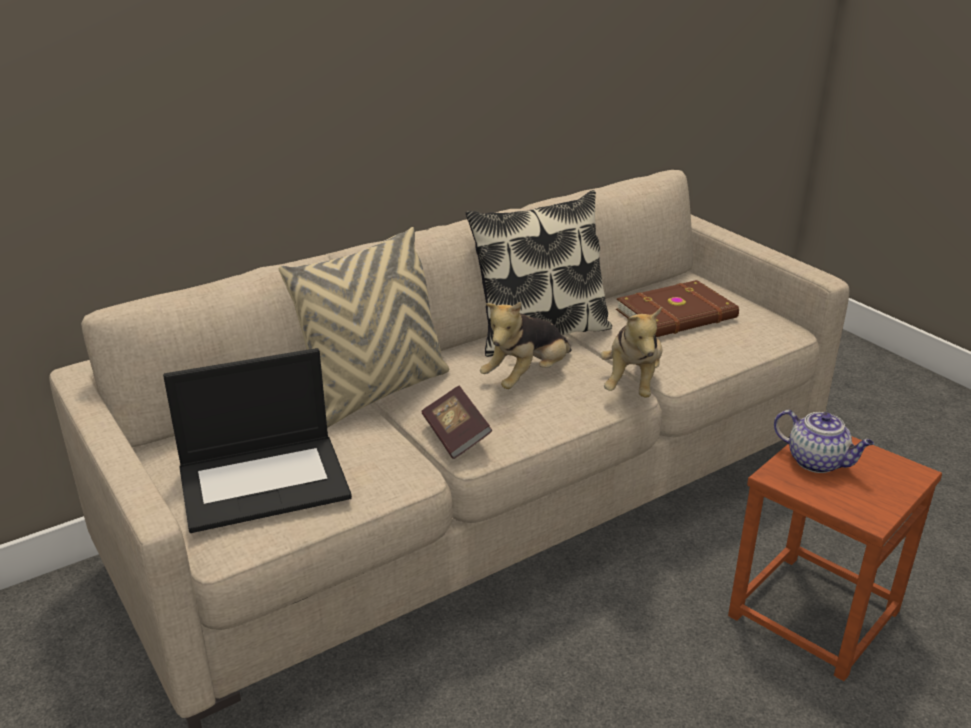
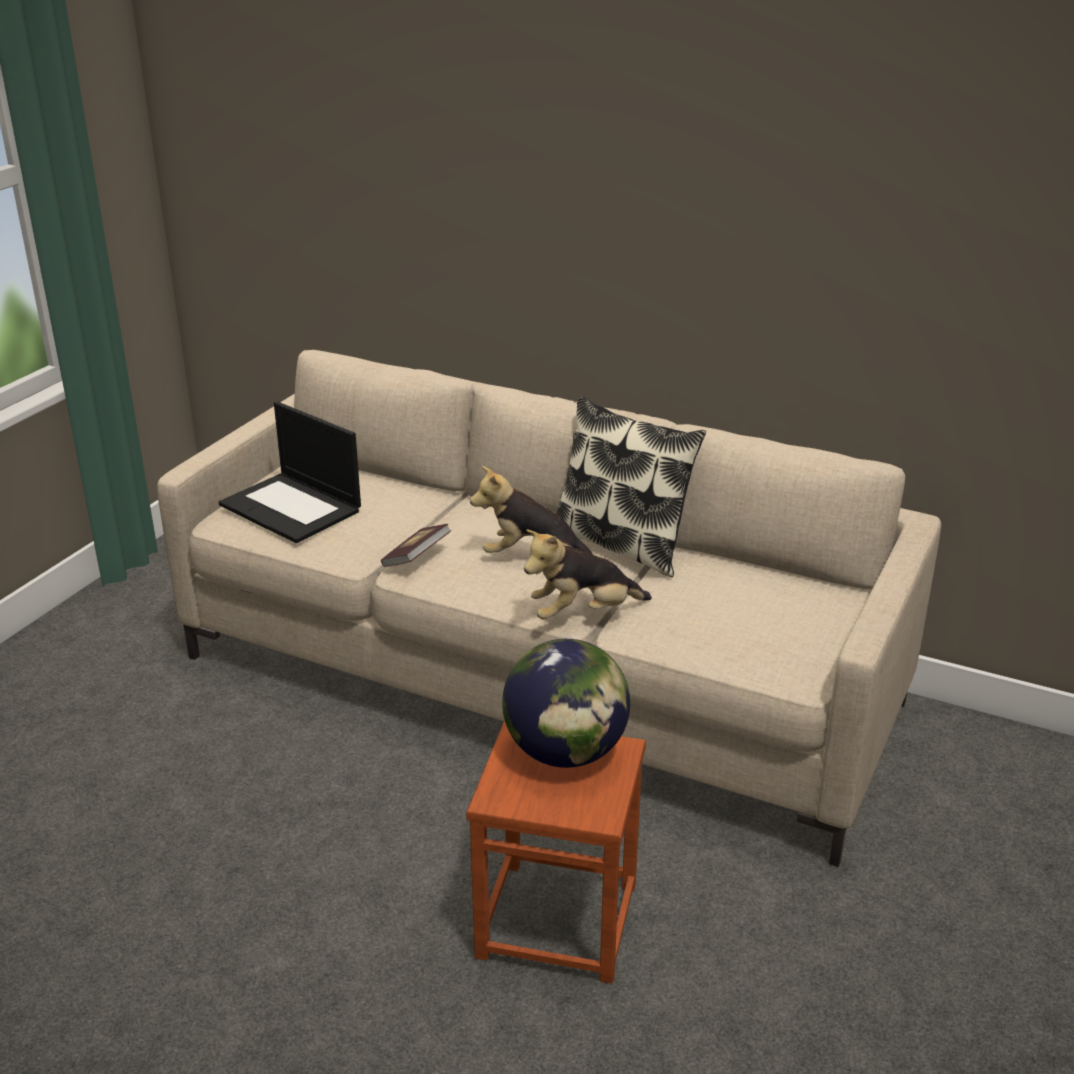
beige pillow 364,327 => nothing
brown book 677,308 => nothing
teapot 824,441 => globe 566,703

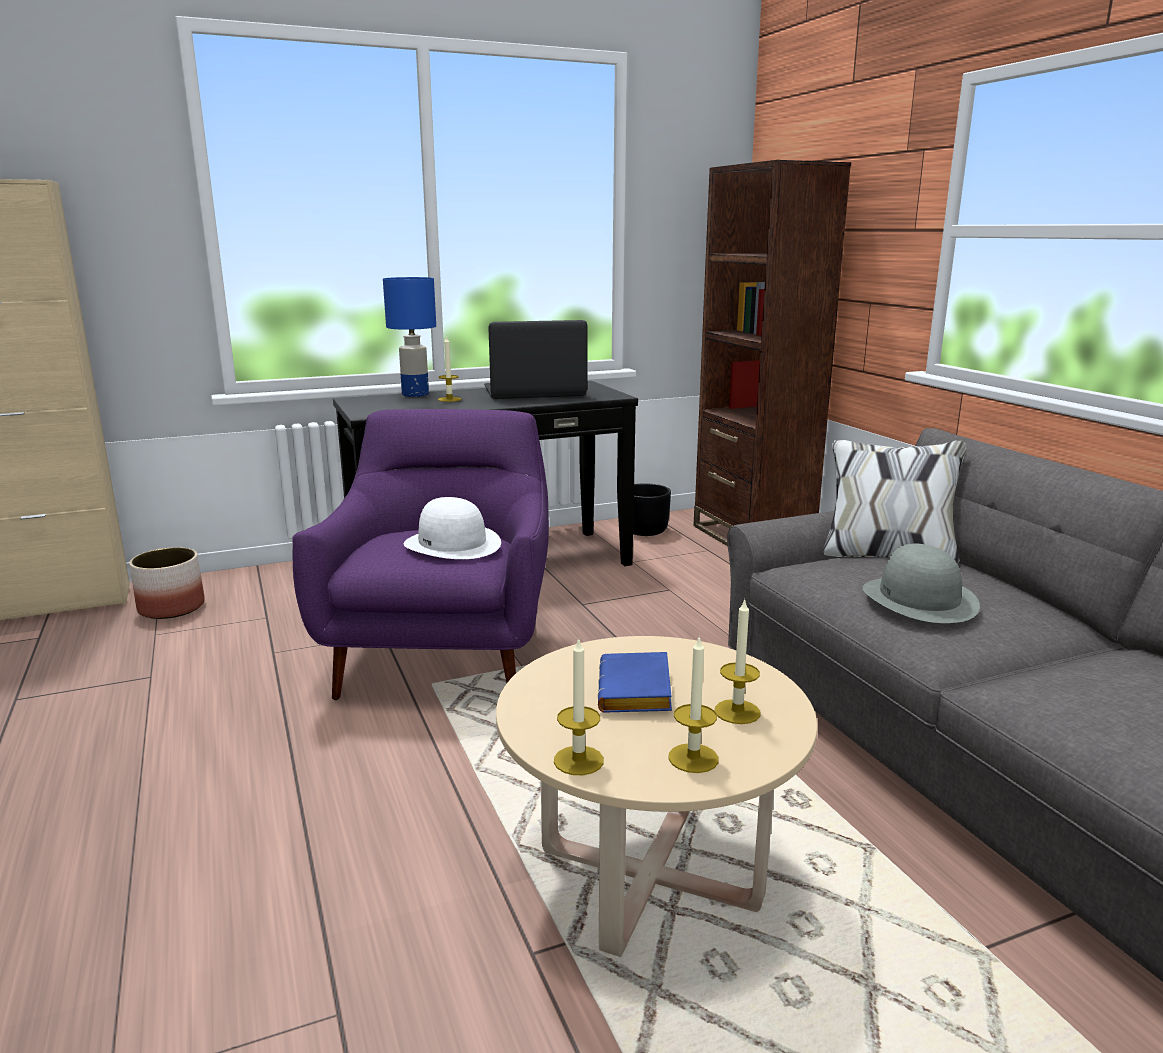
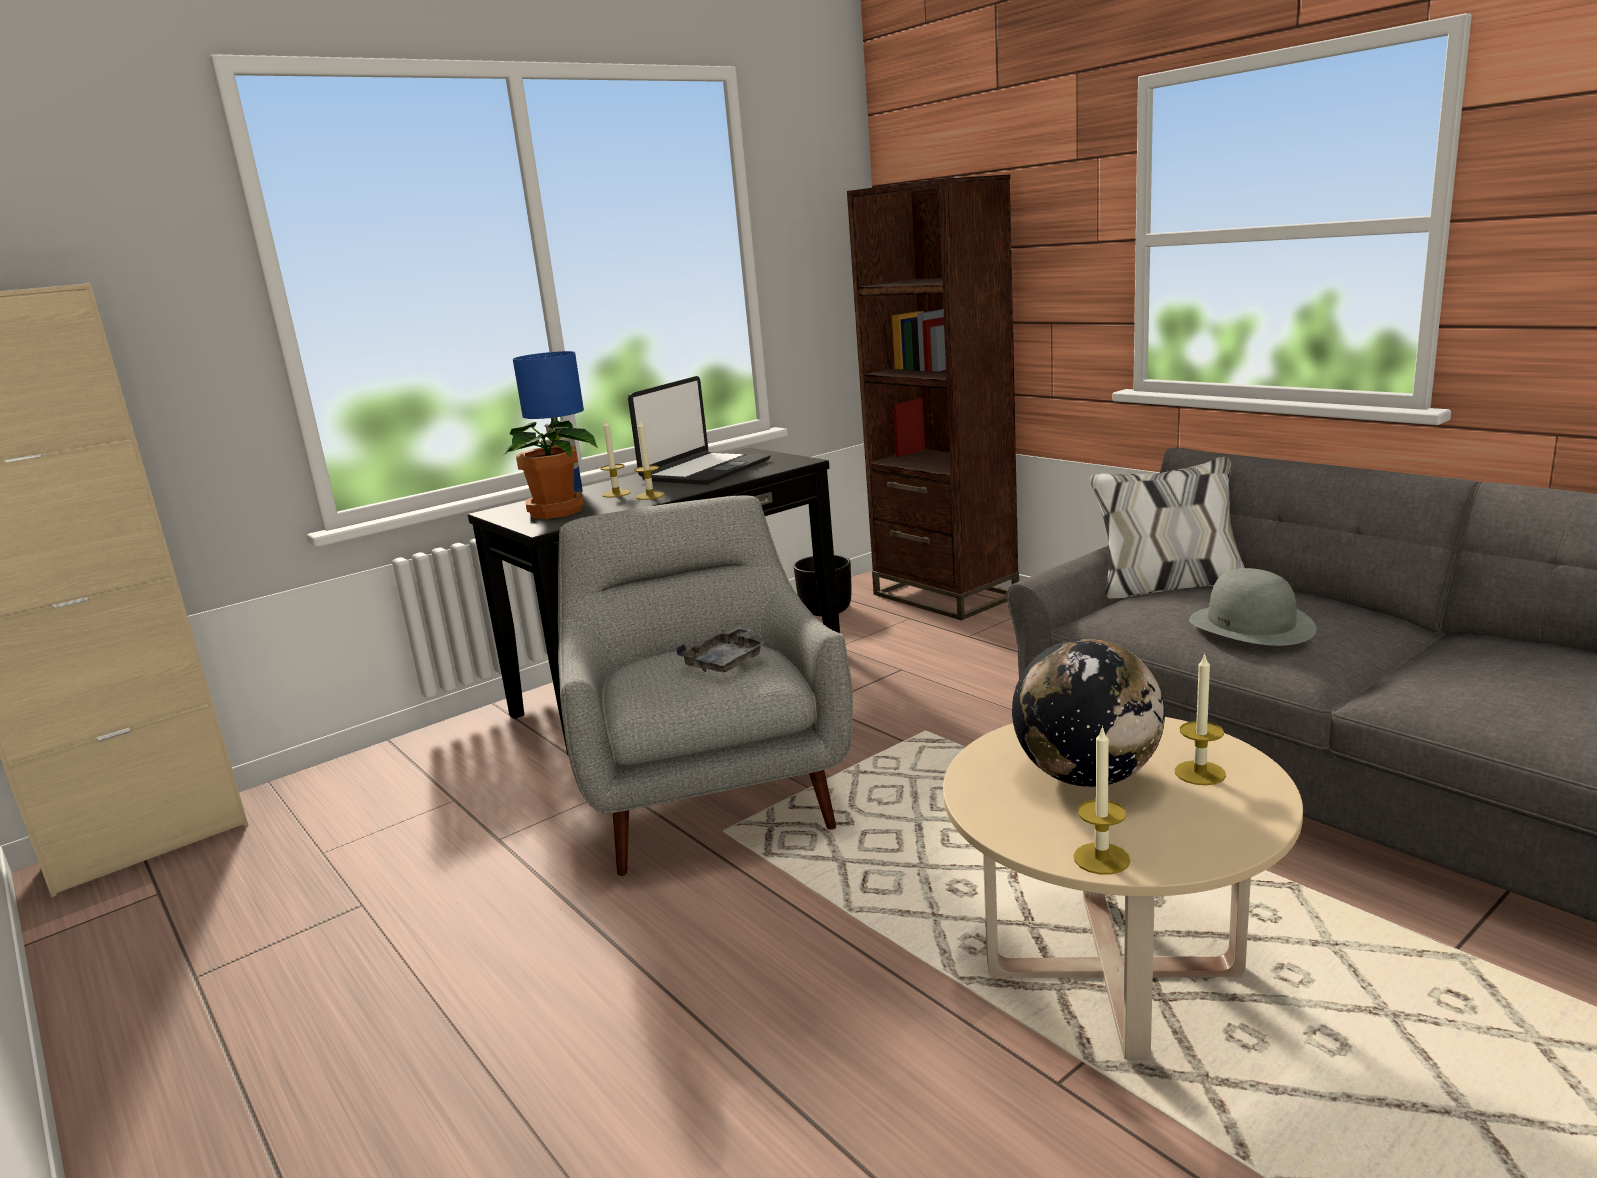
planter 167,583 => nothing
purple armchair 420,554 => grey armchair 705,686
white hat 452,528 => grey tray 722,649
laptop 536,359 => laptop 699,430, 150 degrees clockwise
blue book 635,682 => globe 1088,712
candle 693,704 => candle 649,460, relocated
nothing => potted plant 551,469

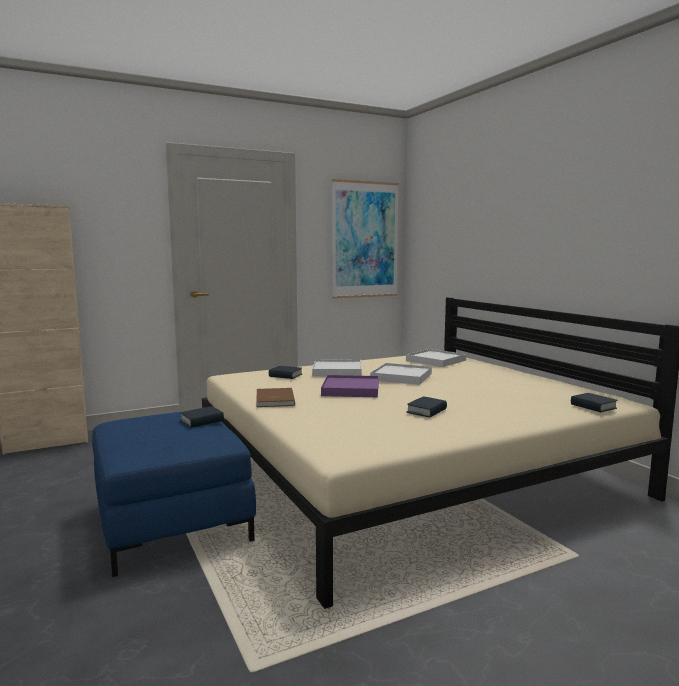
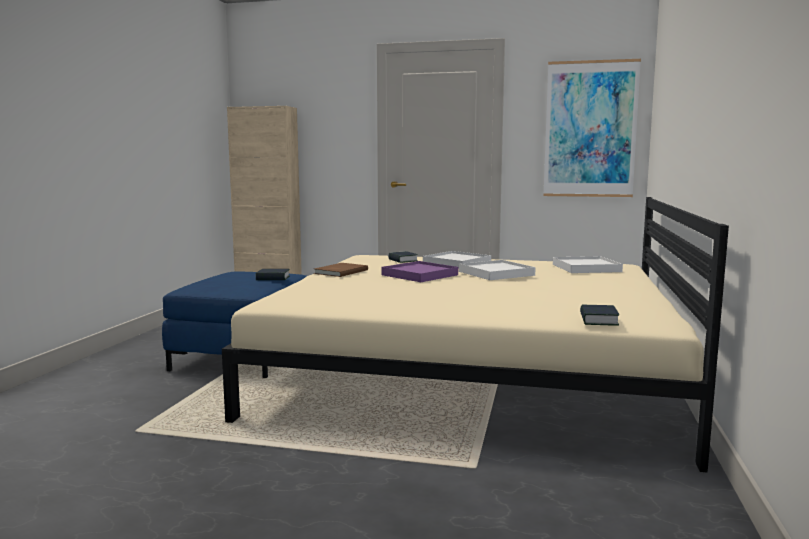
book 426,407 => nothing

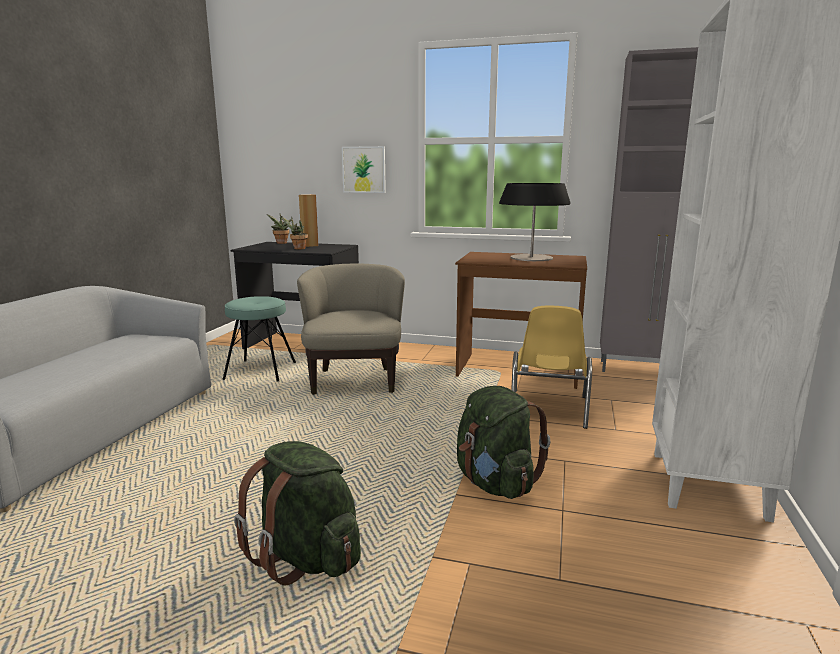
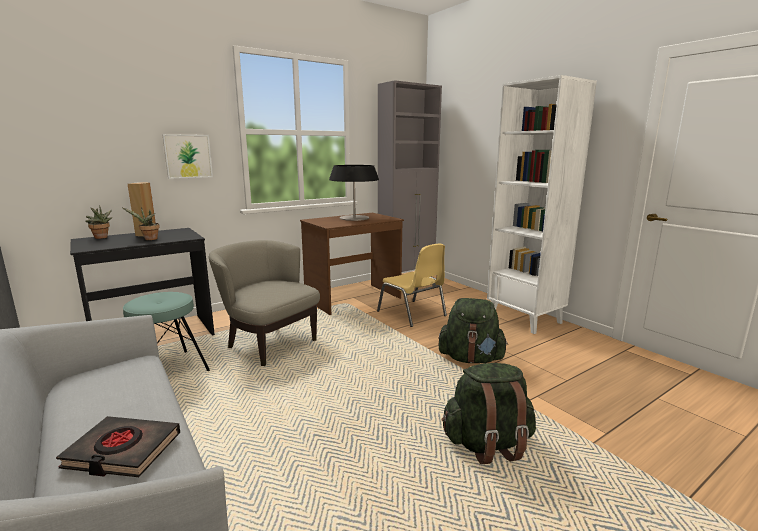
nothing => black book 118,446

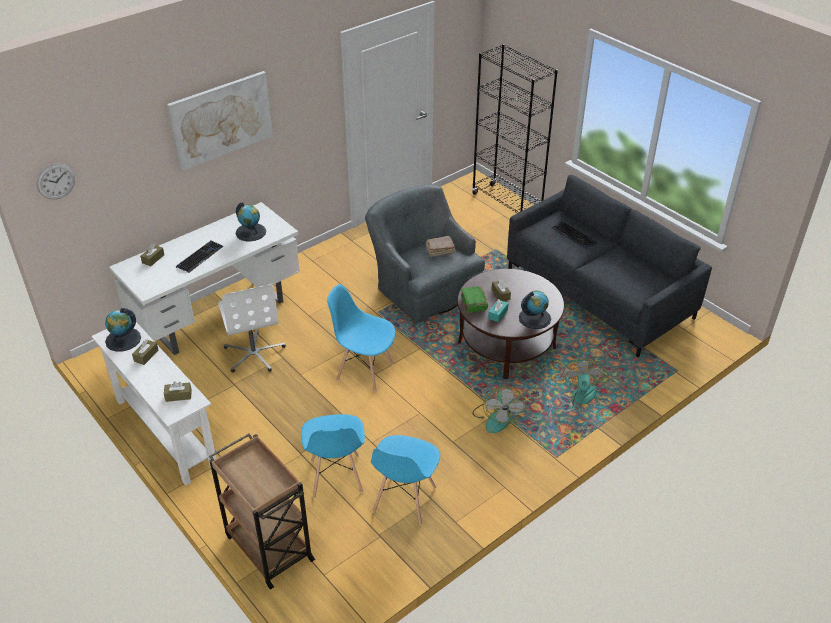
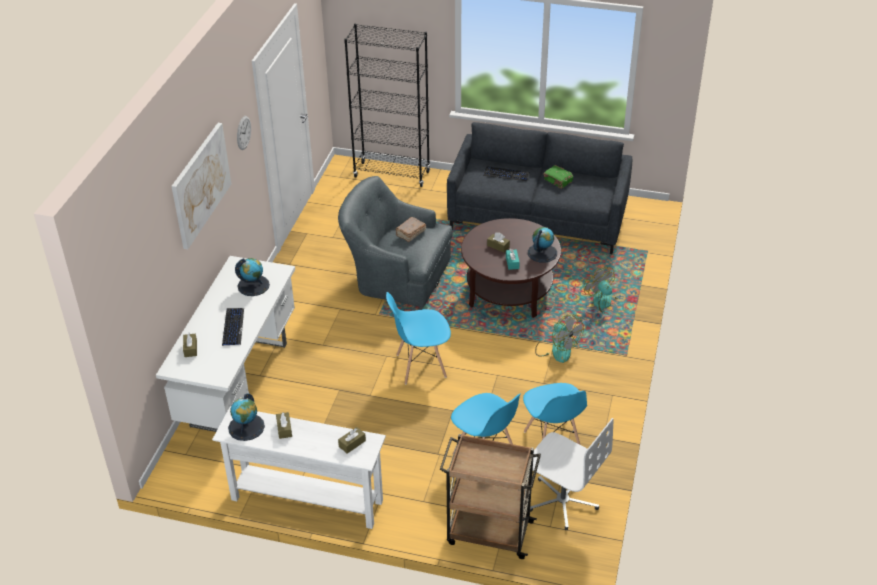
wall clock 56,181 => wall clock 244,133, relocated
white office chair 252,328 => white office chair 571,474, relocated
green book 474,299 => green book 558,177, relocated

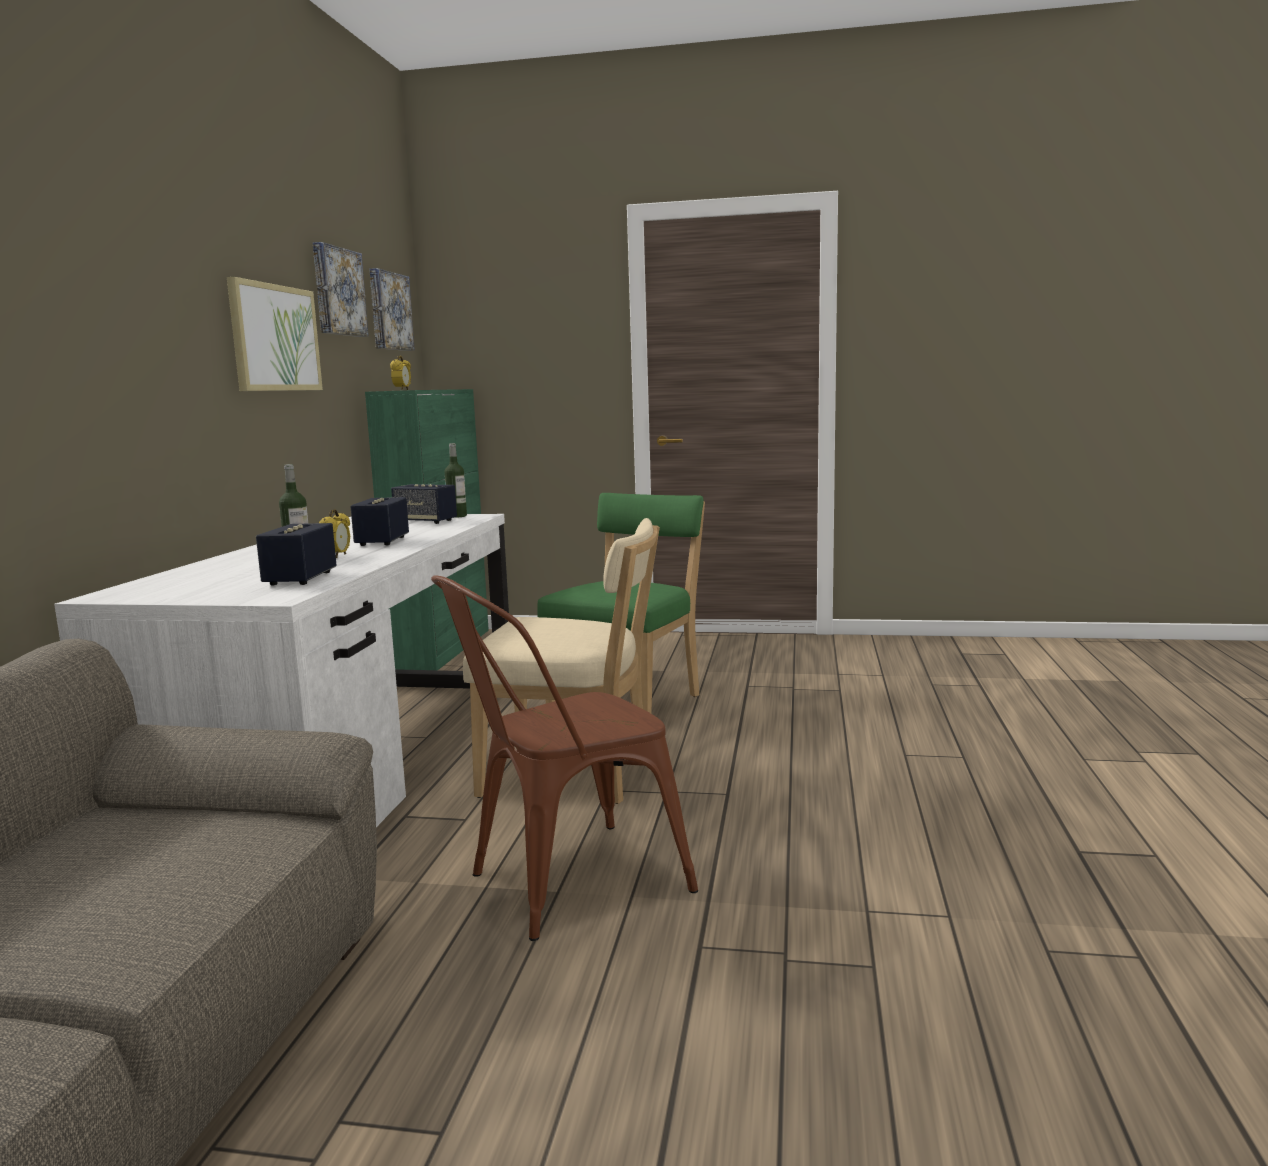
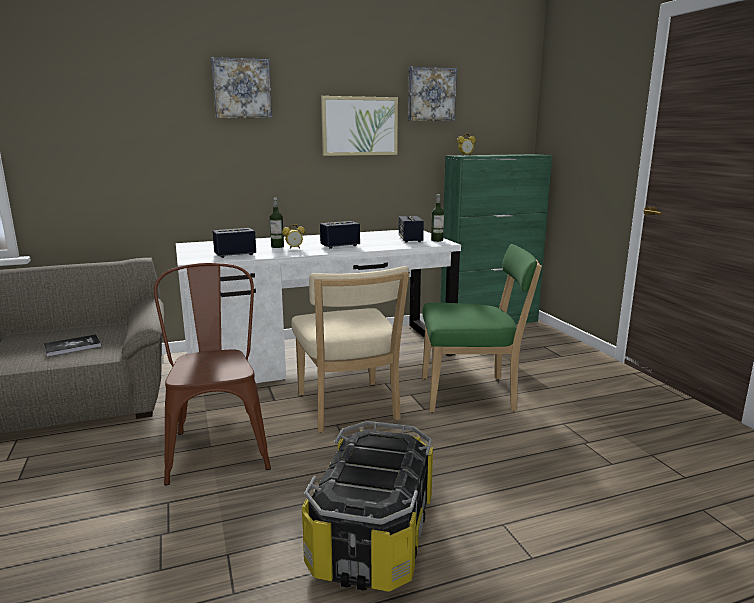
picture 392,309 => picture 241,87, relocated
brown chair 564,758 => brown chair 212,374, 45 degrees clockwise
nothing => book 73,346
nothing => storage box 367,506

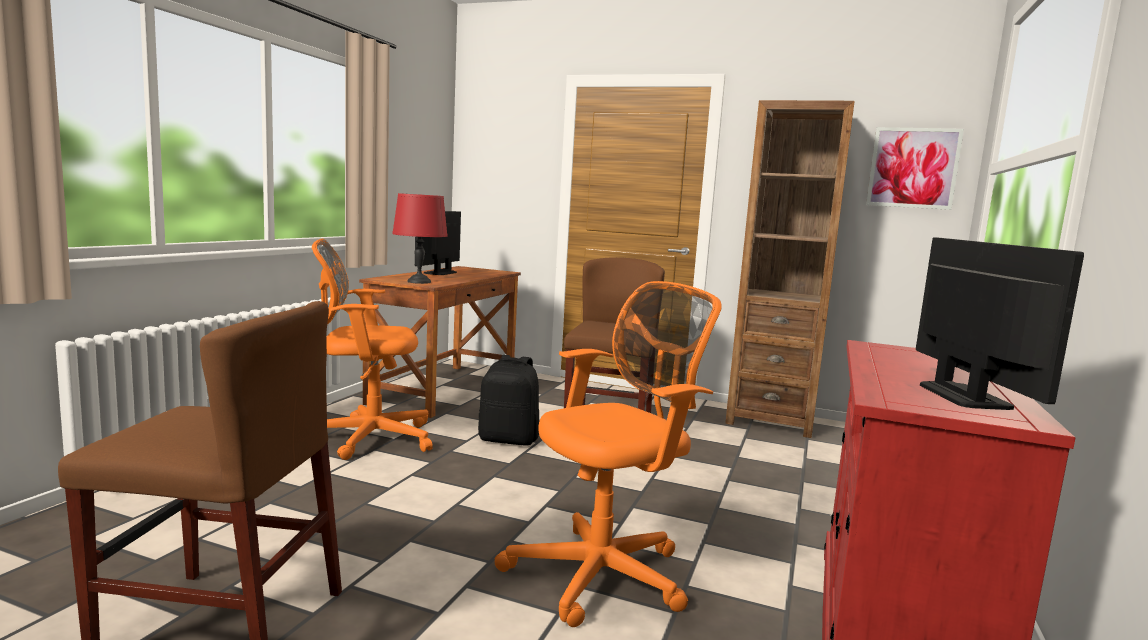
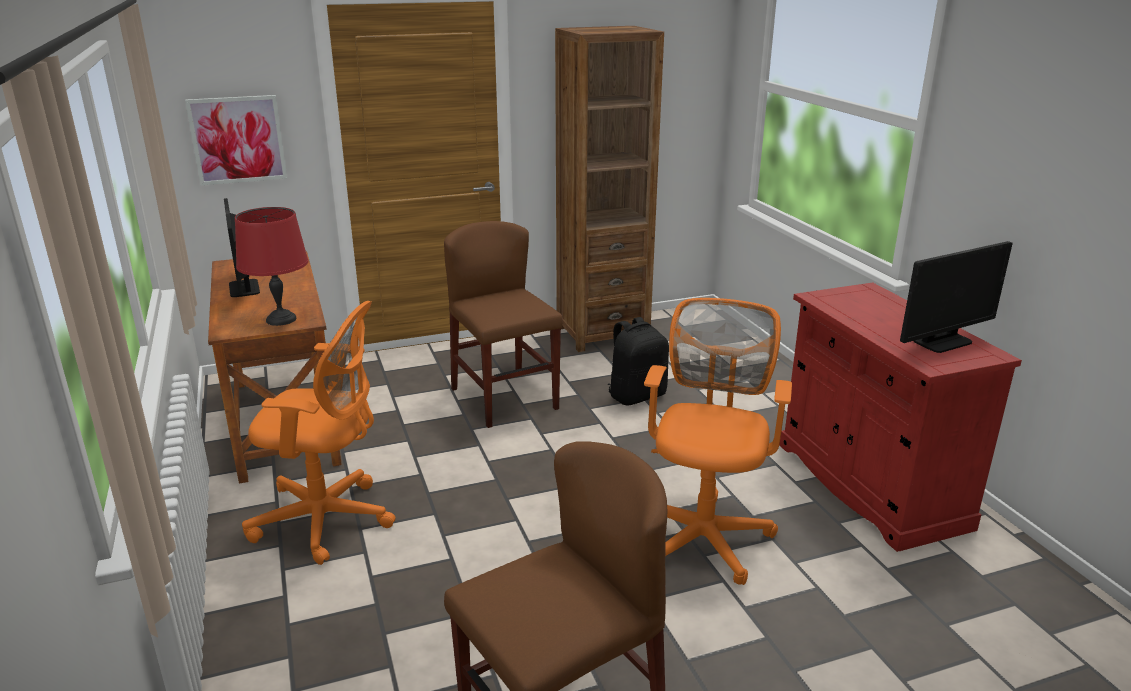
orange office chair 372,349 => orange office chair 318,433, 120 degrees counterclockwise
black backpack 508,400 => black backpack 638,361, relocated
picture 915,168 => picture 236,140, relocated
monitor 1000,323 => monitor 956,297, 105 degrees clockwise

